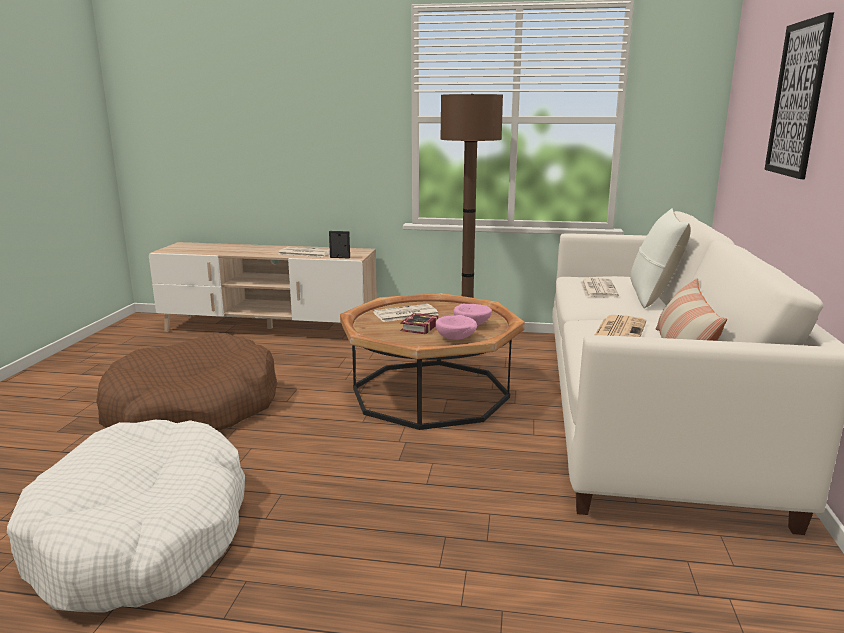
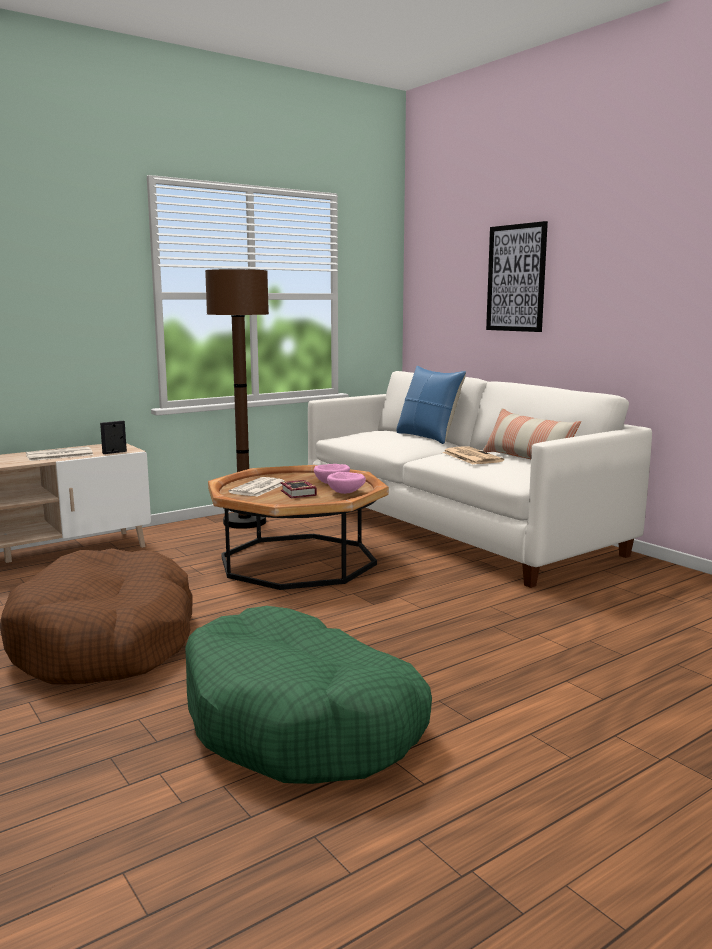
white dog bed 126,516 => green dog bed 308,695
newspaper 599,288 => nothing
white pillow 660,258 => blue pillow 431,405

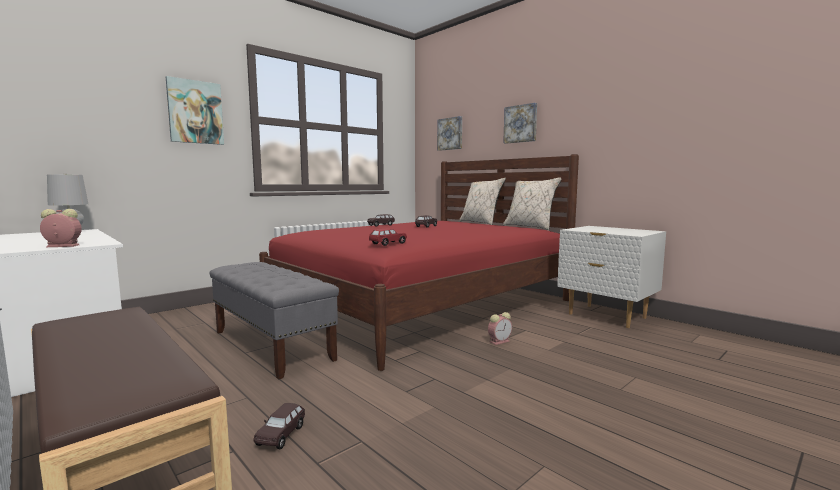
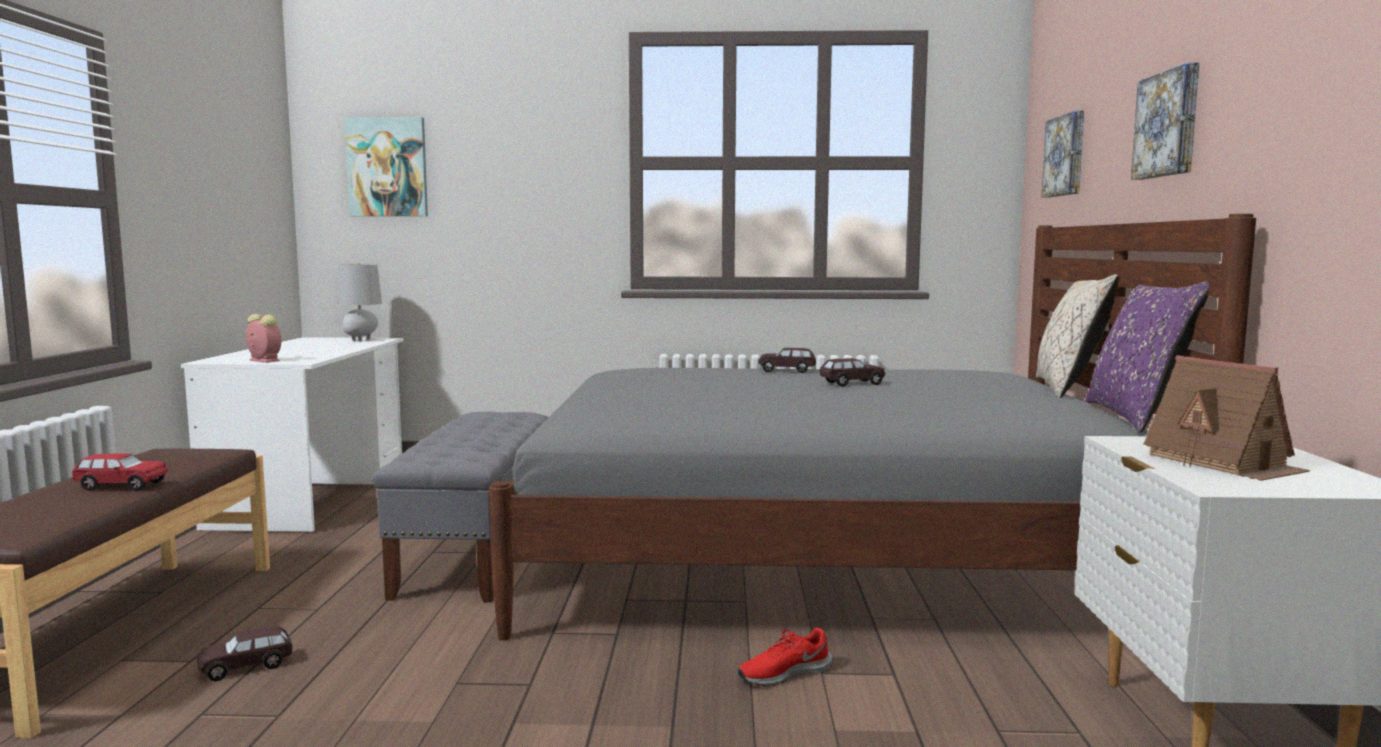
picture 195,110 => picture 386,166, relocated
red bed 419,262 => grey bed 872,427
red toy car 388,237 => red toy car 120,472, relocated
alarm clock 500,328 => red shoe 785,657
beige pillow 532,203 => purple pillow 1147,357
nothing => toy house 1227,418

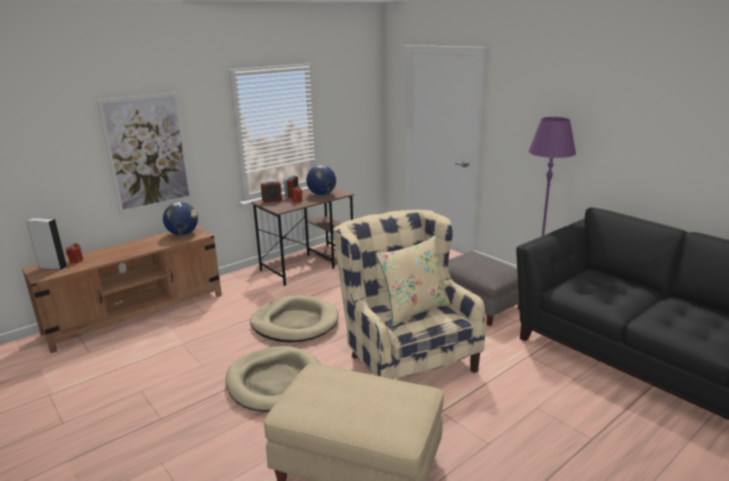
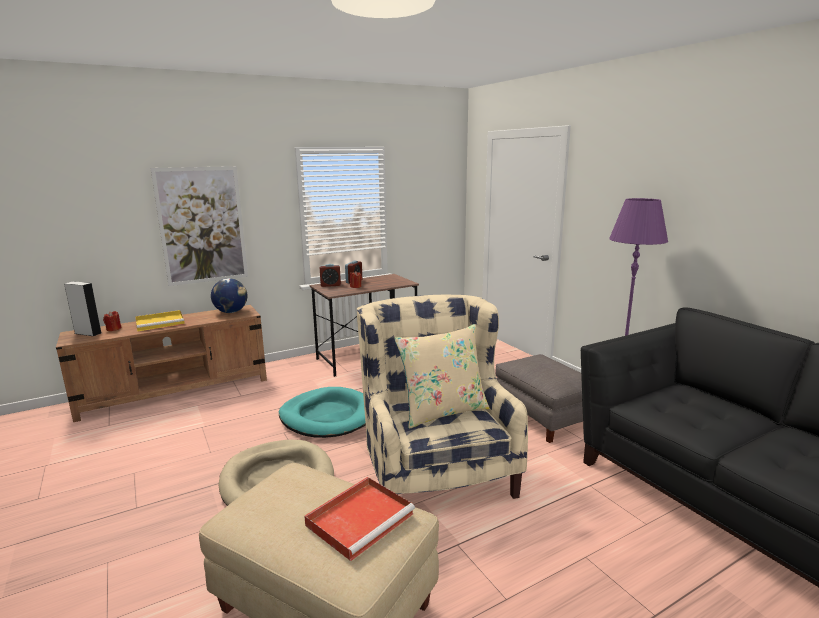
beige dog bed 294,319 => turquoise dog bed 322,412
globe 321,180 => nothing
nothing => yellow tray 160,321
nothing => red tray 359,519

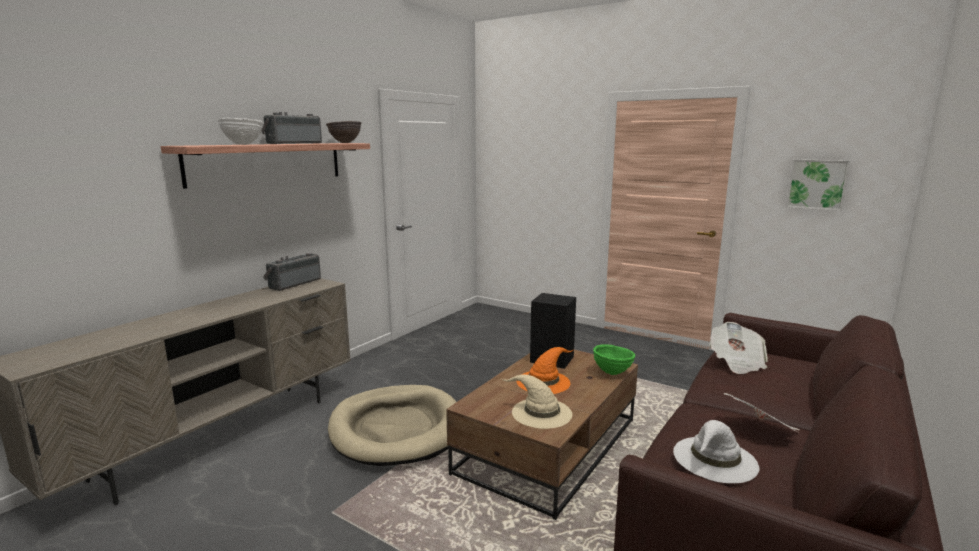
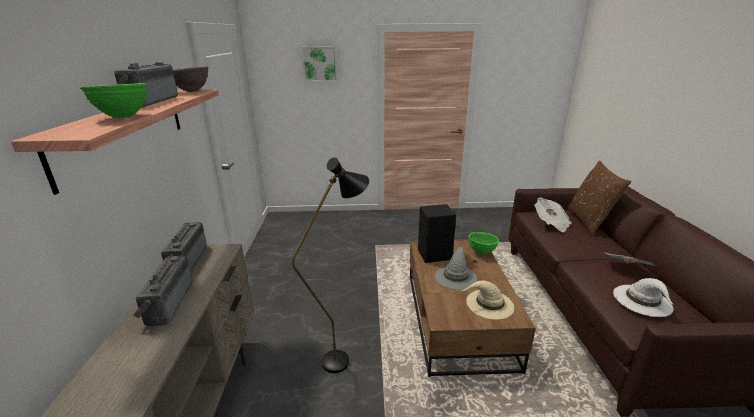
white bowl 240,131 => green bowl 113,100
beige dog bed 392,425 => black floor lamp 330,265
orange hat 544,370 => grey hat 456,268
picture 818,185 => picture 319,64, relocated
nothing => radio 163,290
nothing => brown pillow 599,198

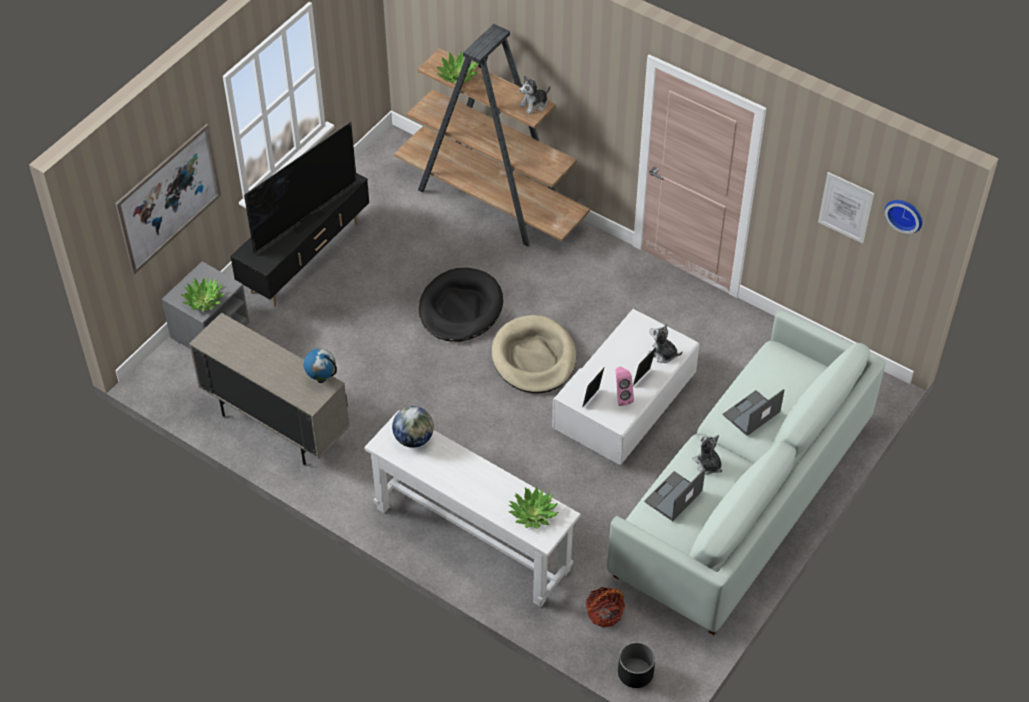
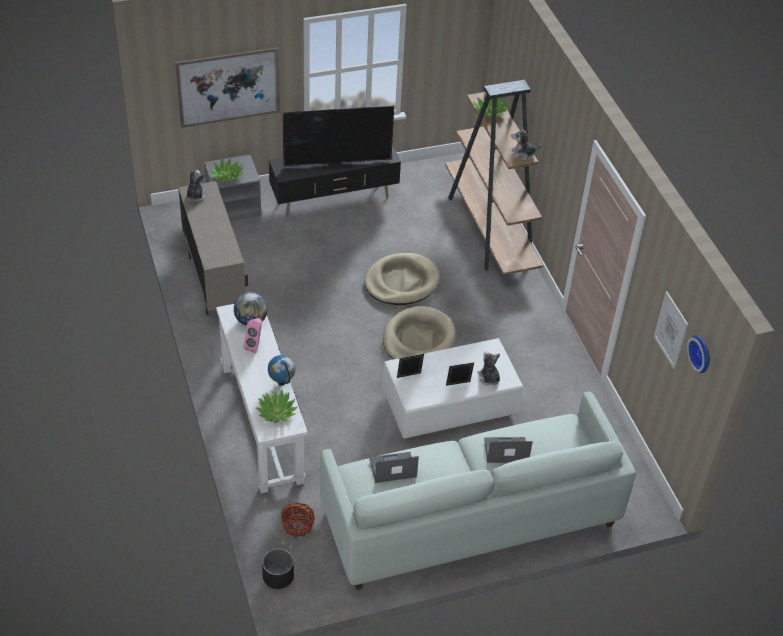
globe 320,366 => globe 282,370, relocated
black dog bed 461,305 => beige dog bed 402,279
pink speaker 625,386 => pink speaker 253,335, relocated
plush toy 707,454 => plush toy 195,186, relocated

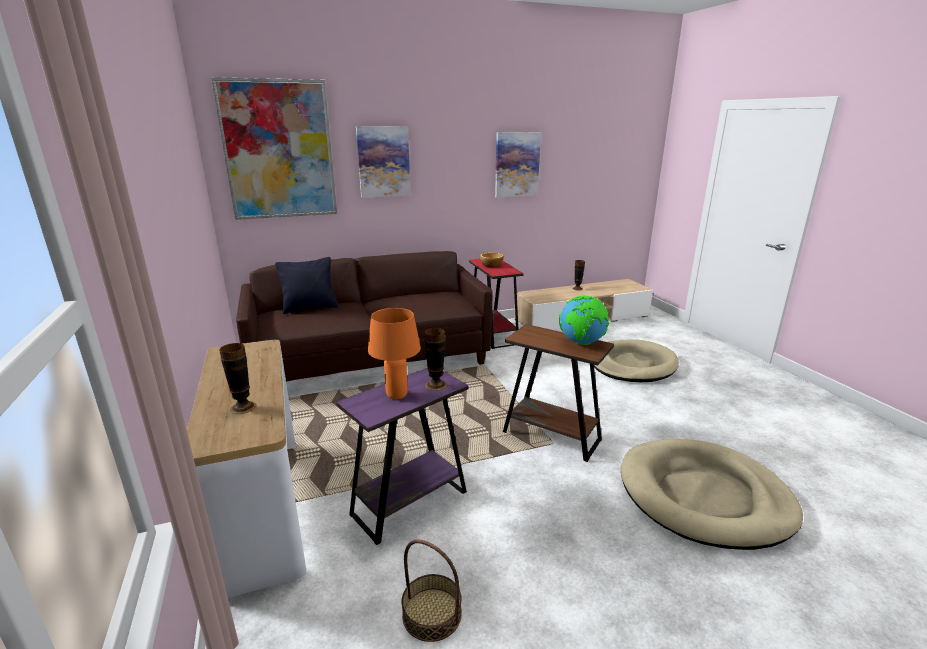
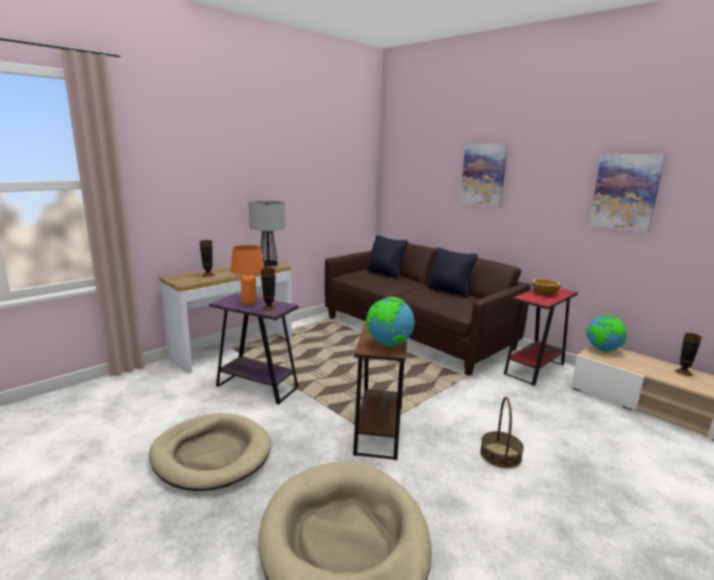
picture 274,148 => nothing
basket 431,591 => basket 502,432, relocated
beige dog bed 636,361 => beige dog bed 210,452, relocated
nothing => table lamp 266,234
nothing => black pillow 452,272
nothing => globe 606,333

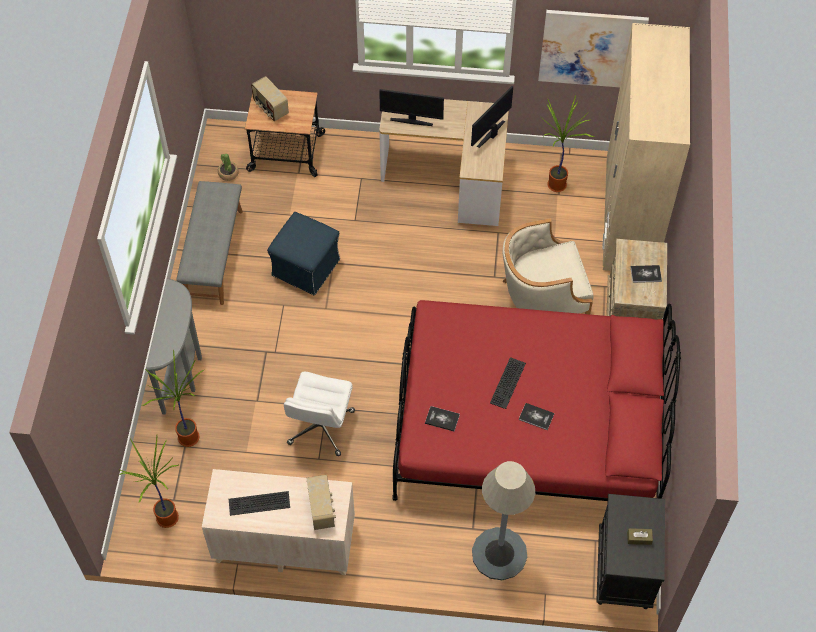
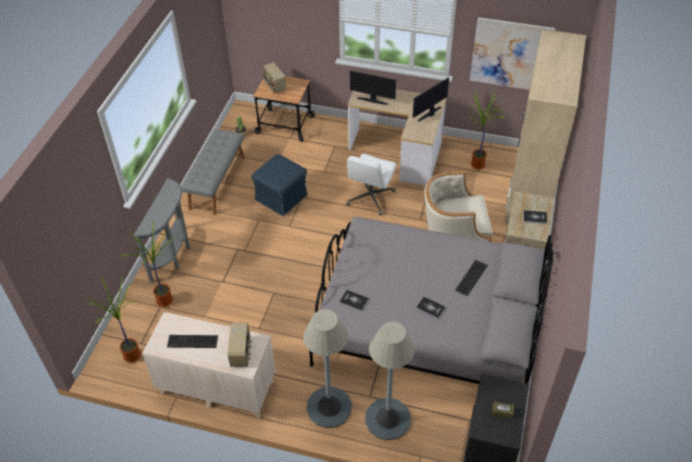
white office chair 319,414 => white office chair 371,184, relocated
red bed 536,400 => grey bed 431,300
keyboard 508,383 => keyboard 471,278, relocated
nothing => grey floor lamp 327,368

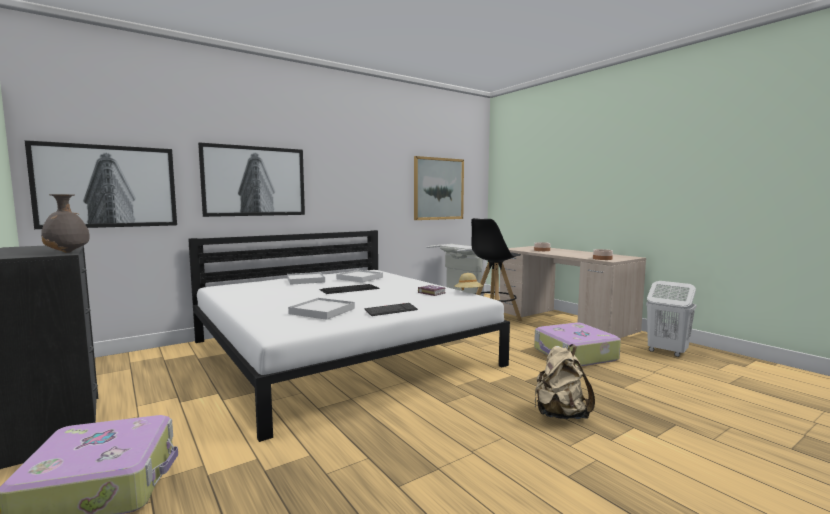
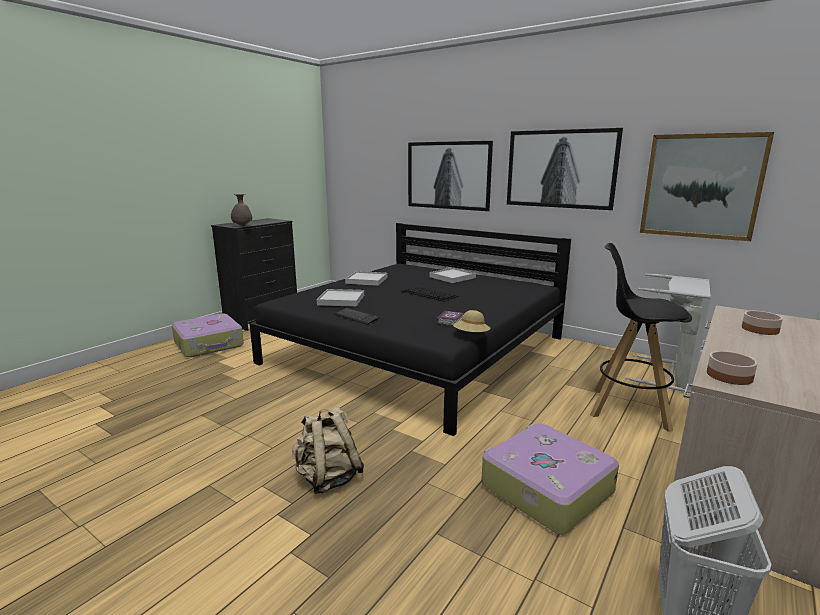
picture 101,184 => picture 565,169, relocated
white bed 349,336 => black bed 410,329
white tray 359,276 => white tray 366,278, relocated

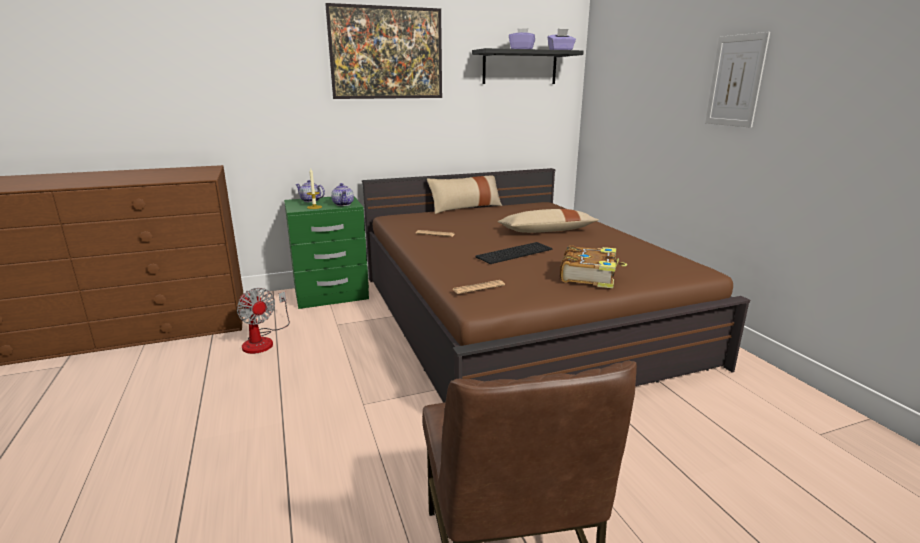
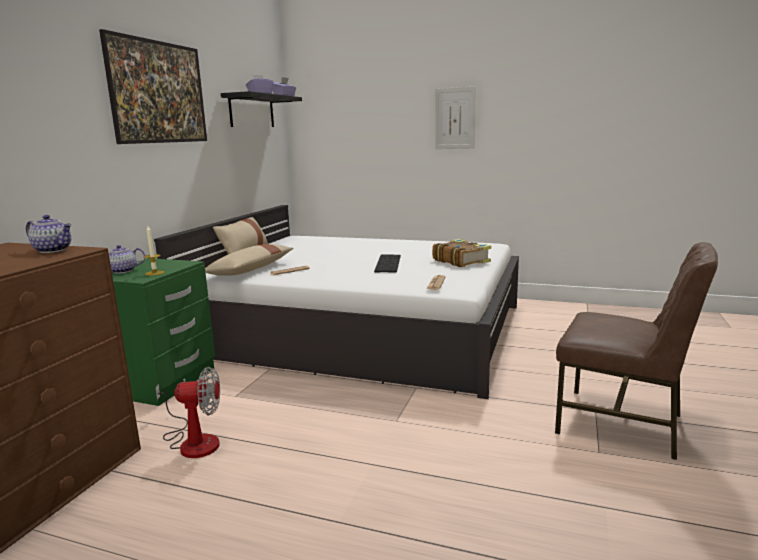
teapot 342,194 => teapot 48,234, relocated
brown bed 556,285 => white bed 336,302
beige pillow 548,221 => beige pillow 249,260, relocated

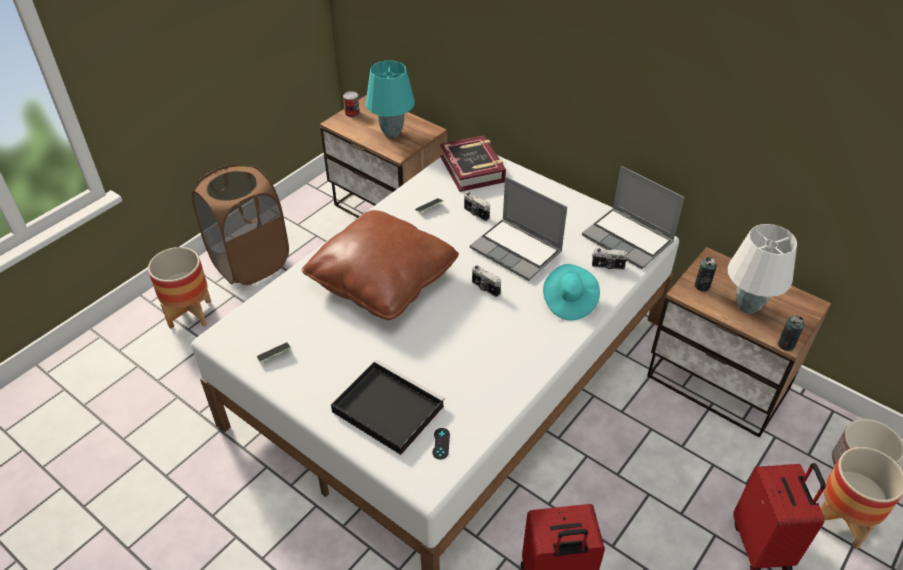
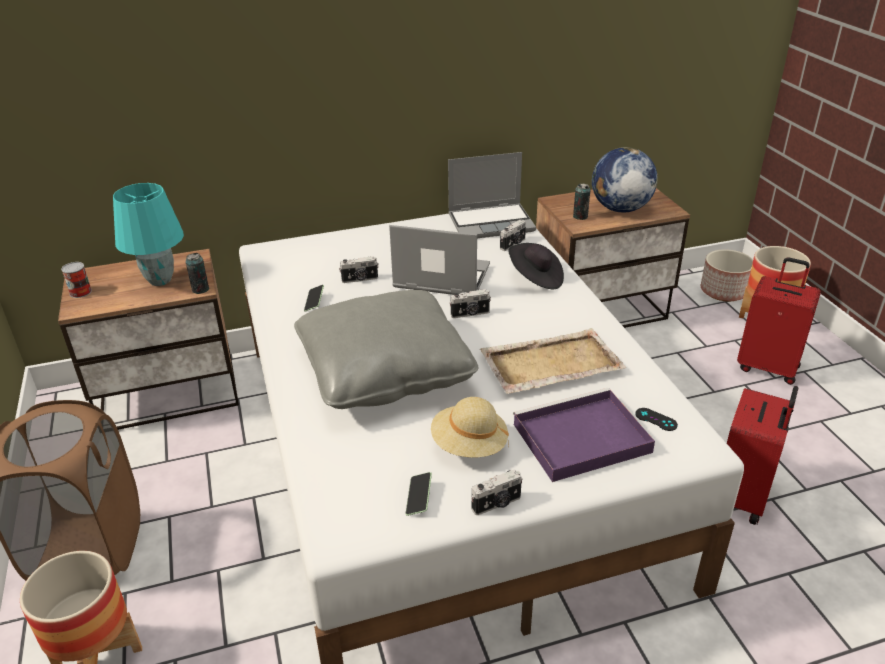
brown pillow 380,265 => grey pillow 386,349
black tray 388,407 => purple tray 584,435
book 473,163 => nothing
laptop 518,228 => laptop 439,260, 150 degrees counterclockwise
turquoise hat 571,292 => black hat 536,266
white table lamp 762,269 => globe 625,180
can 791,333 => can 197,273, relocated
nothing => beige hat 470,427
nothing => photo camera 496,492
nothing => beige tray 553,361

